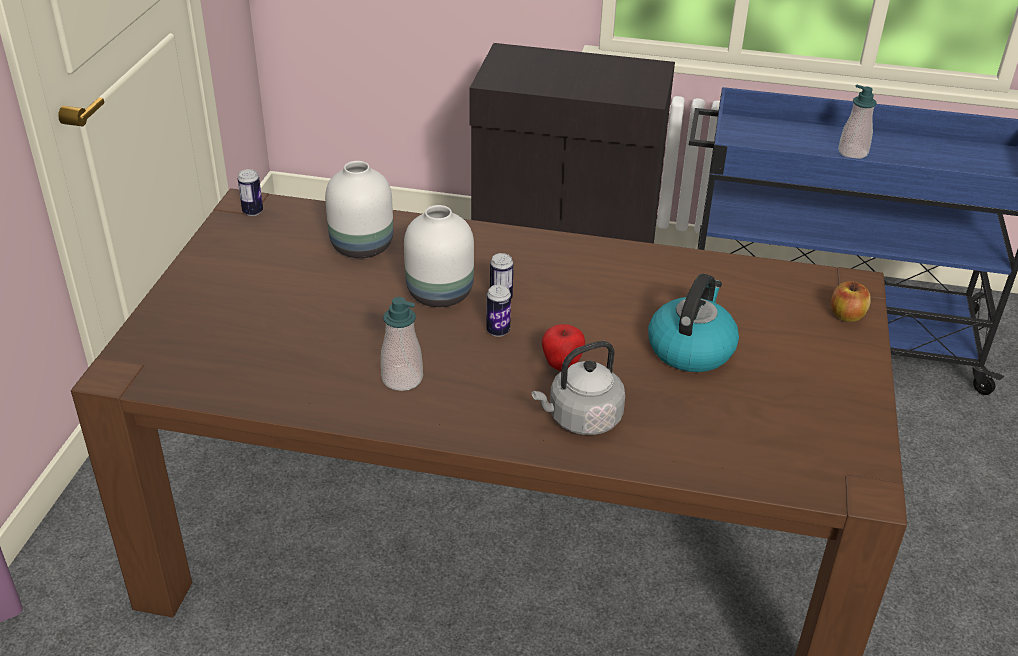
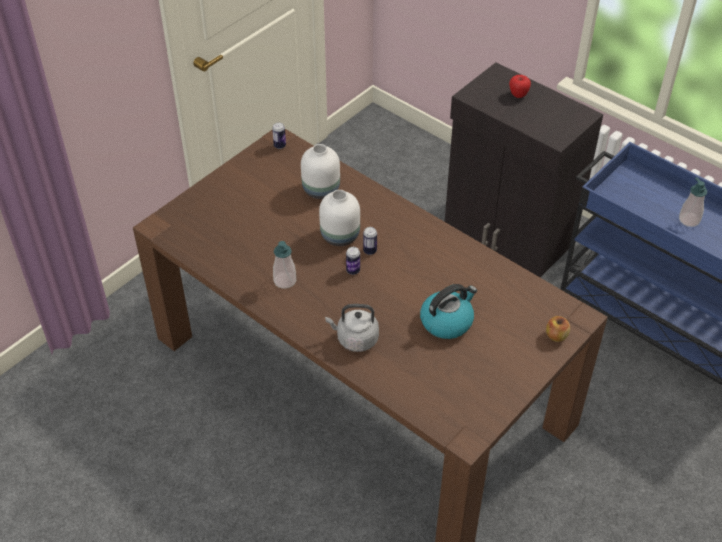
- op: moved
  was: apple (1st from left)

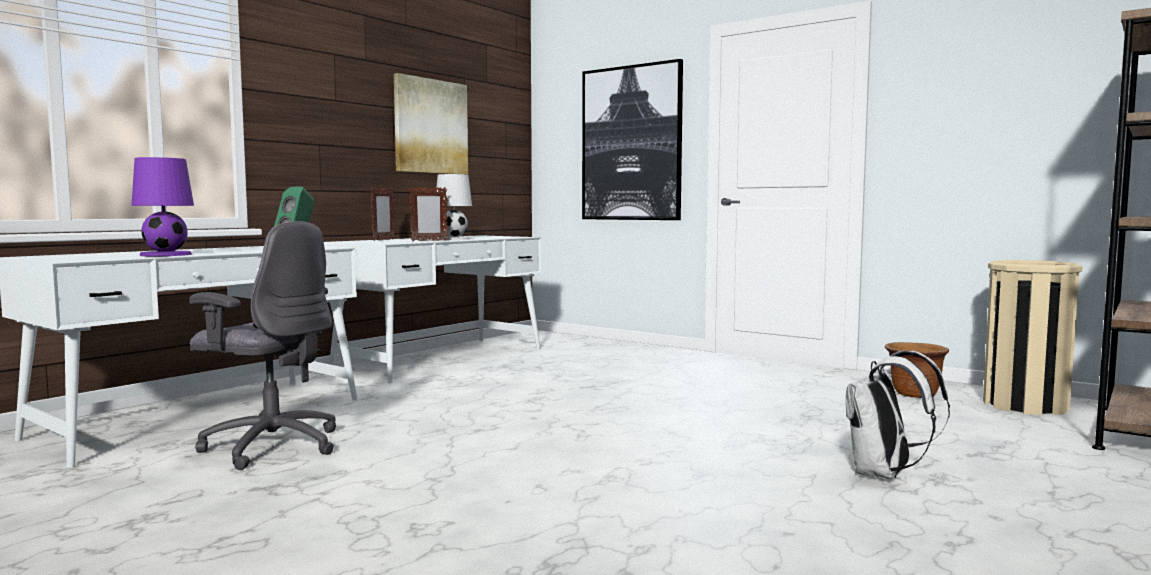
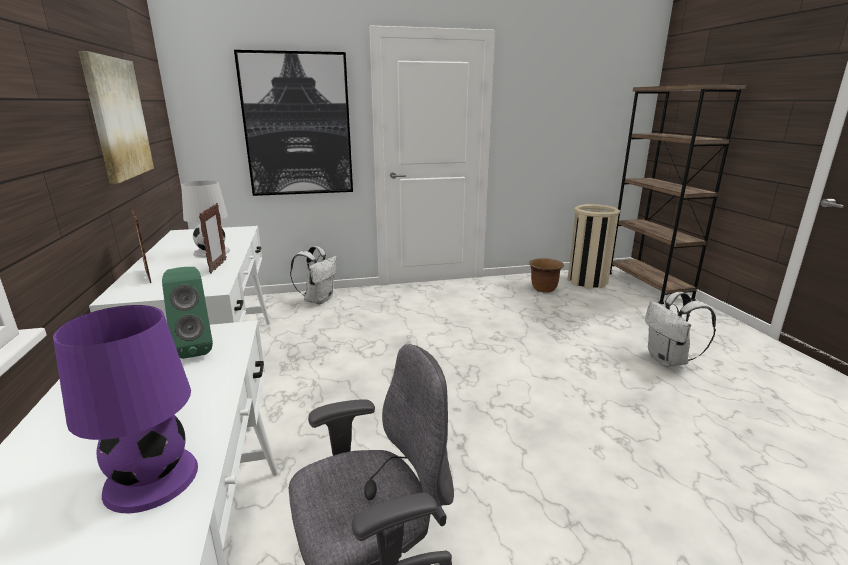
- op: added
  now: white backpack (1st from left)

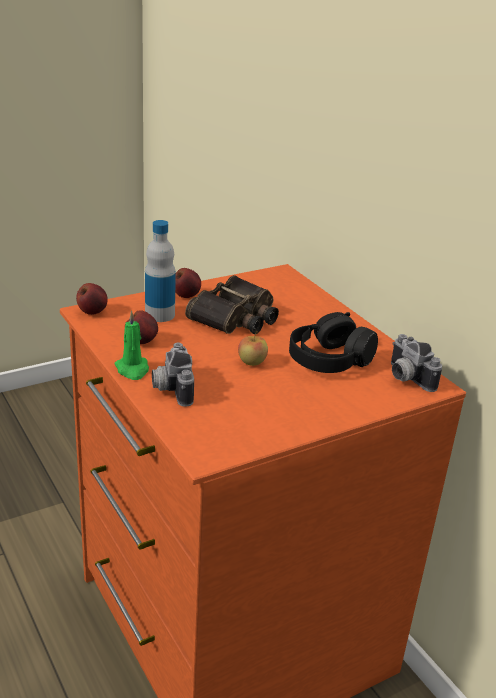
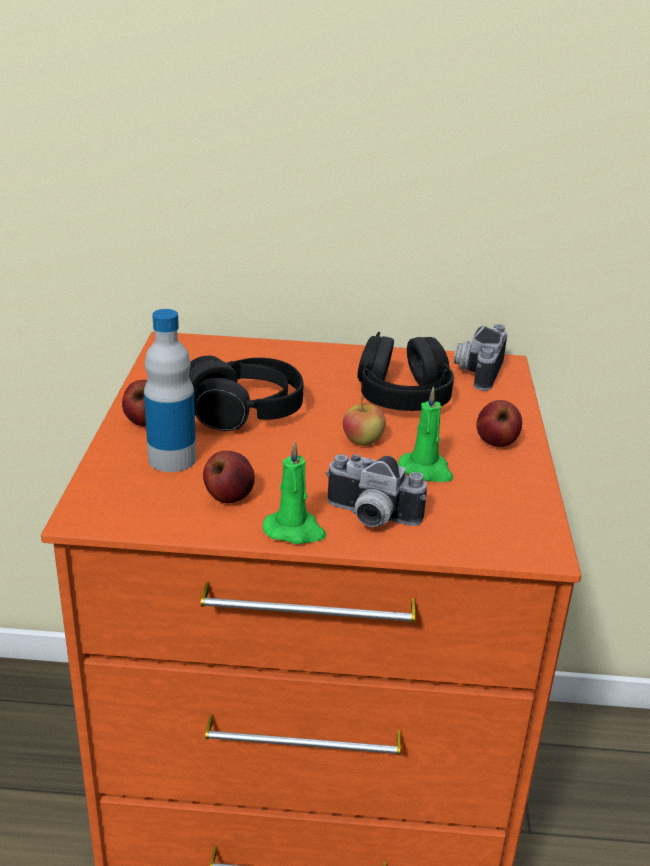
- op: replaced
  was: binoculars
  now: black headphones (1st from left)
- op: moved
  was: apple (1st from left in the first image)
  now: apple (4th from left)
- op: turned
  was: photo camera (2nd from left)
  clockwise: 105
- op: added
  now: green candle (2nd from left)

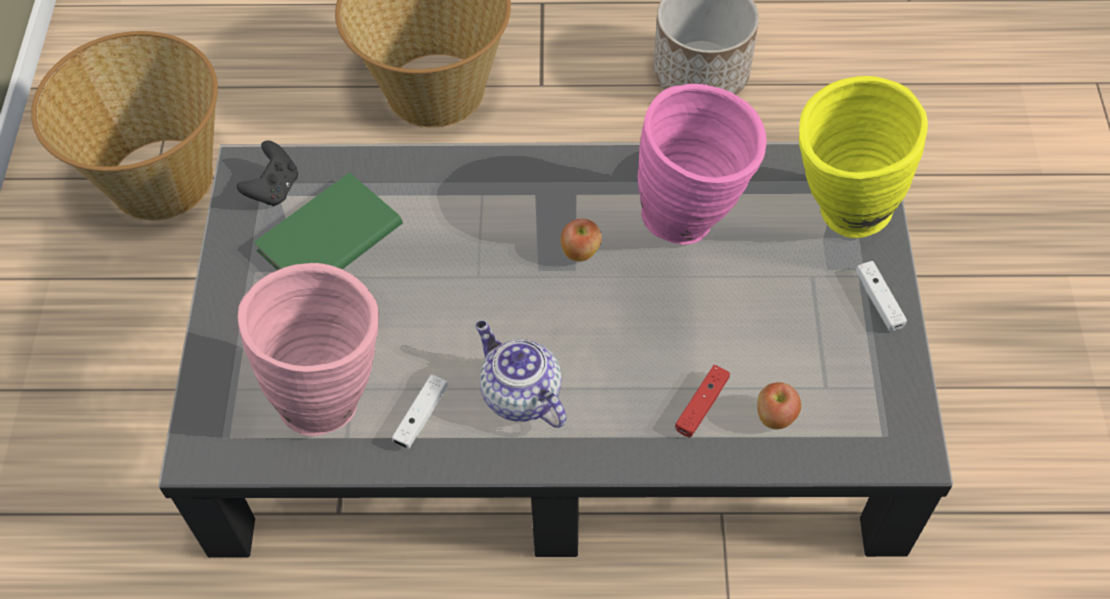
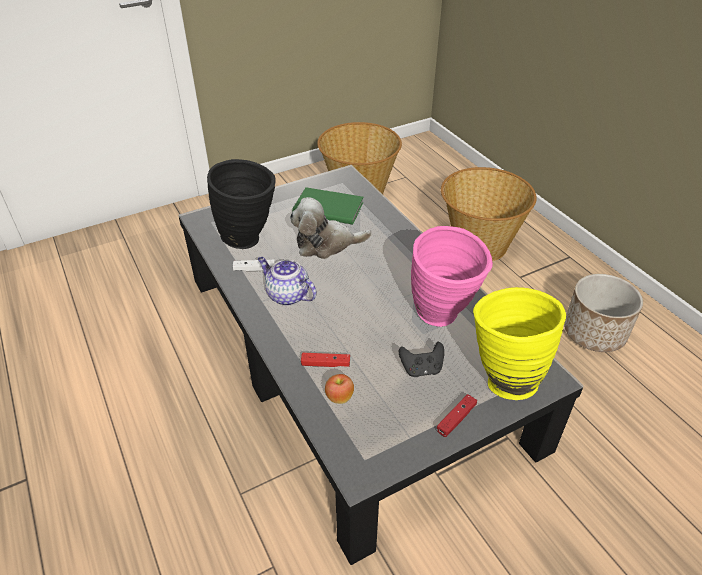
- op: moved
  was: black game controller
- op: removed
  was: apple (1st from left)
- op: recoloured
  was: white game controller (2nd from left)
  now: red game controller (2nd from left)
- op: recoloured
  was: pink vase (1st from left)
  now: black vase
- op: turned
  was: teapot
  clockwise: -75
- op: added
  now: plush toy

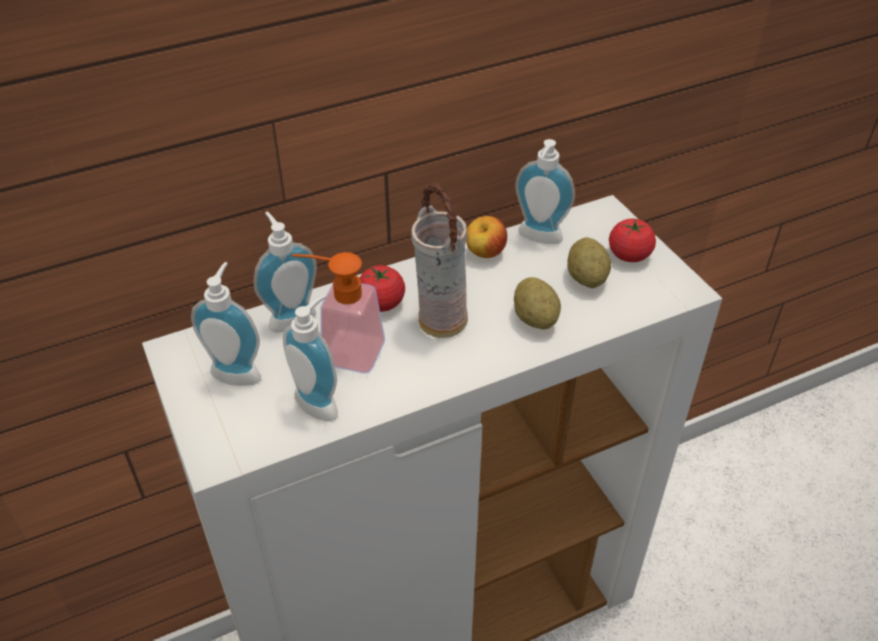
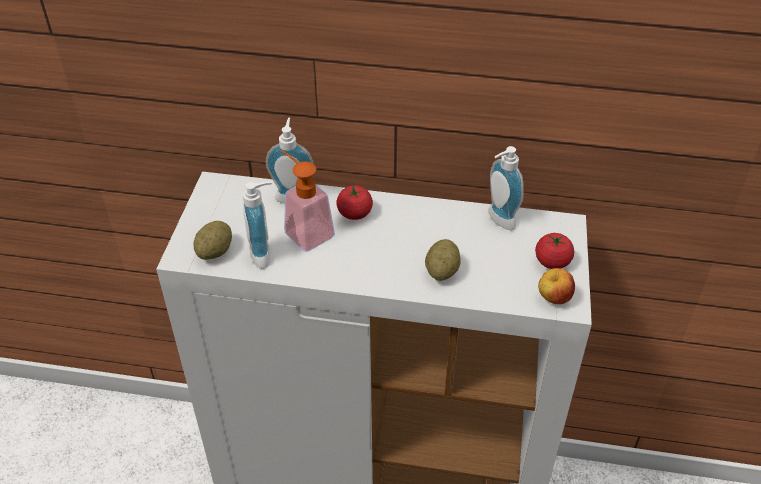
- op: removed
  was: vase
- op: moved
  was: apple
- op: moved
  was: potato (2nd from left in the first image)
  now: potato (1st from left)
- op: removed
  was: soap dispenser (1st from left)

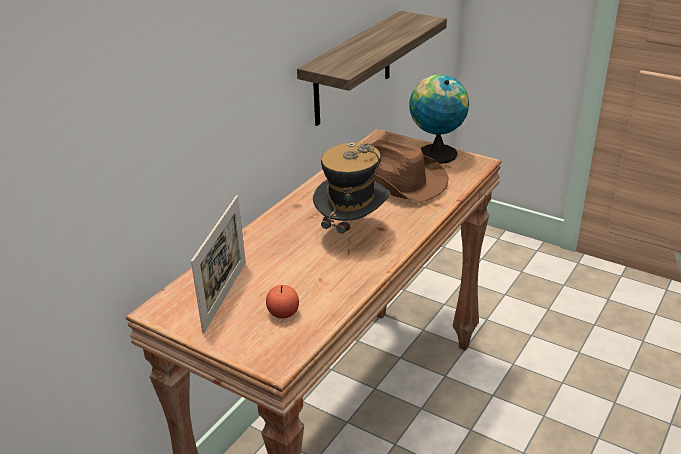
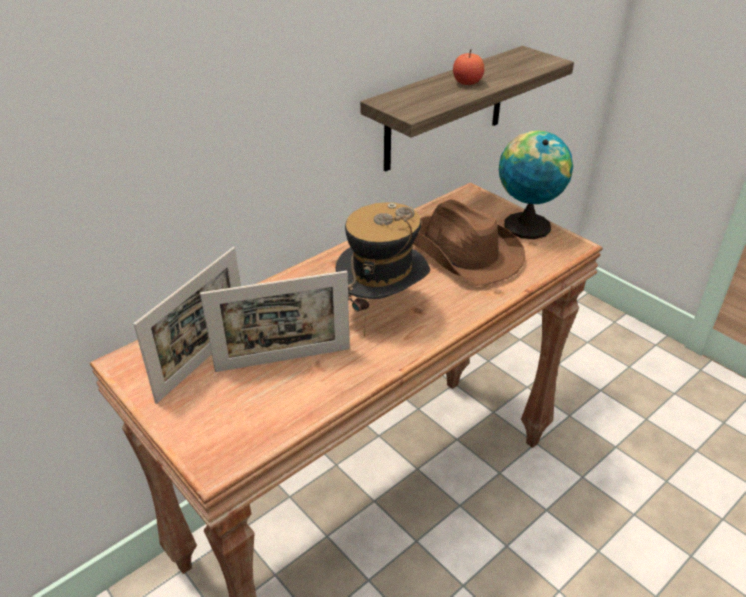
- op: moved
  was: apple
- op: added
  now: picture frame (2nd from left)

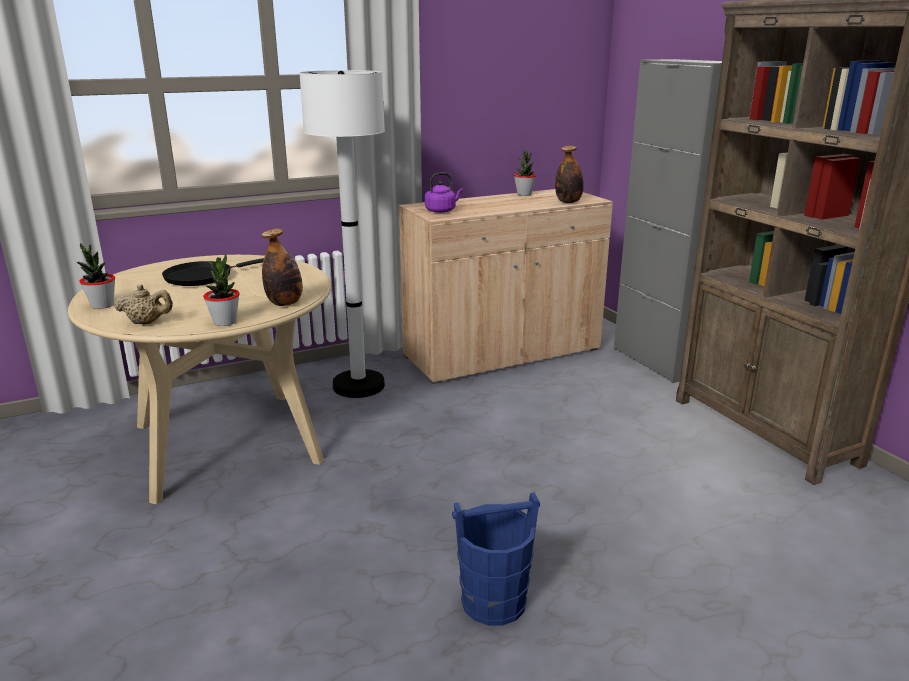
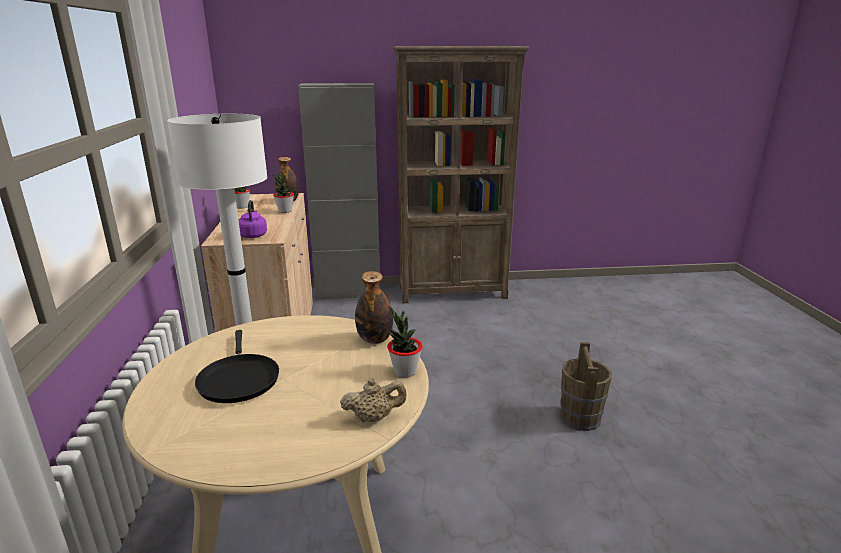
- op: moved
  was: potted plant (1st from left in the first image)
  now: potted plant (2nd from left)
- op: turned
  was: beige teapot
  clockwise: 60
- op: recoloured
  was: blue bucket
  now: brown bucket

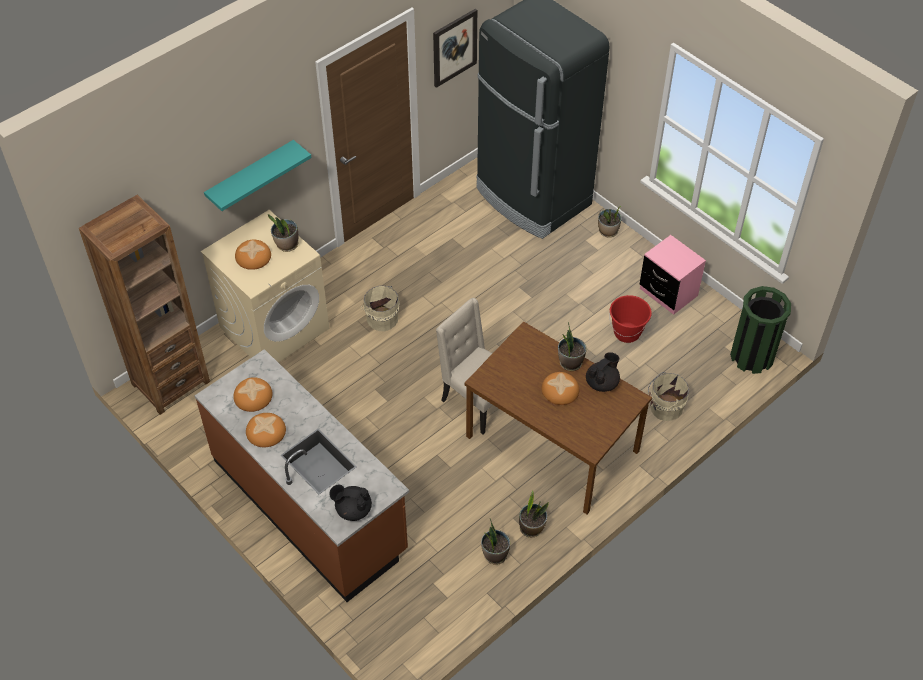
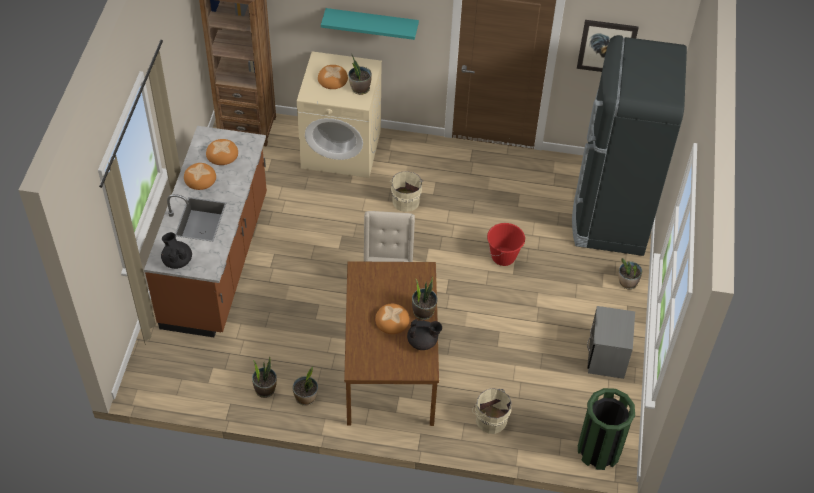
- op: recoloured
  was: pink nightstand
  now: grey nightstand
- op: moved
  was: red bucket

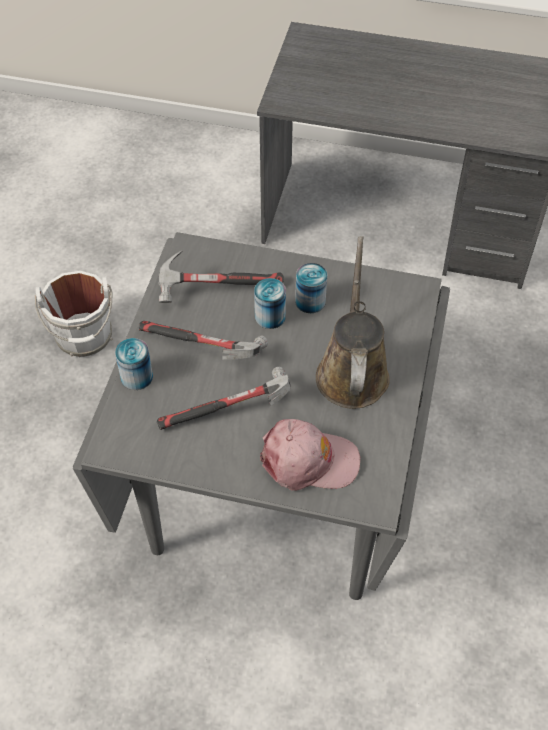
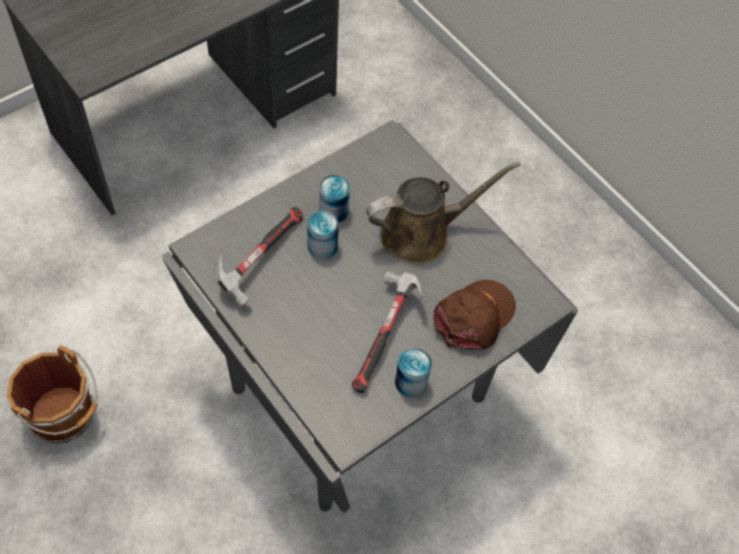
- op: turned
  was: brown watering can
  clockwise: 120
- op: recoloured
  was: white bucket
  now: brown bucket
- op: removed
  was: hammer (1st from left)
- op: moved
  was: can (1st from left in the first image)
  now: can (3rd from left)
- op: recoloured
  was: pink cap
  now: brown cap

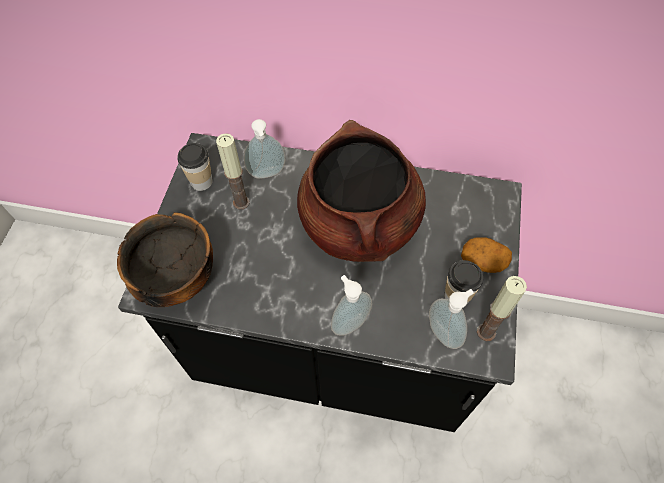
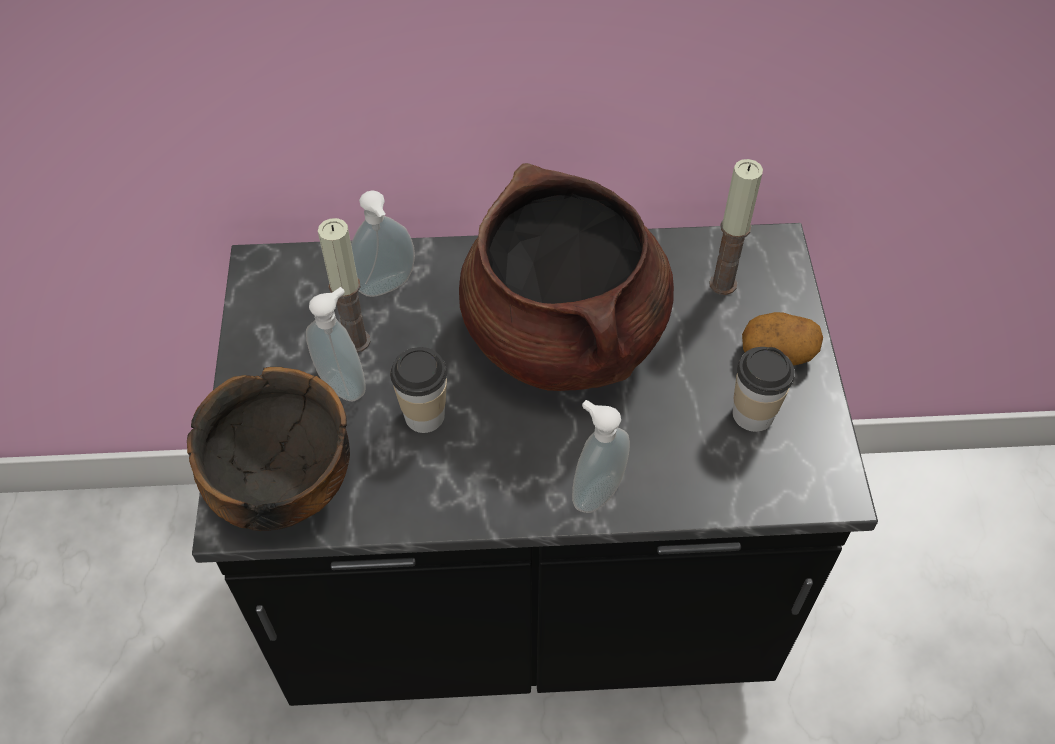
- op: moved
  was: cup (1st from left)
- op: moved
  was: candle (2nd from left)
- op: moved
  was: soap dispenser (3rd from left in the first image)
  now: soap dispenser (1st from left)

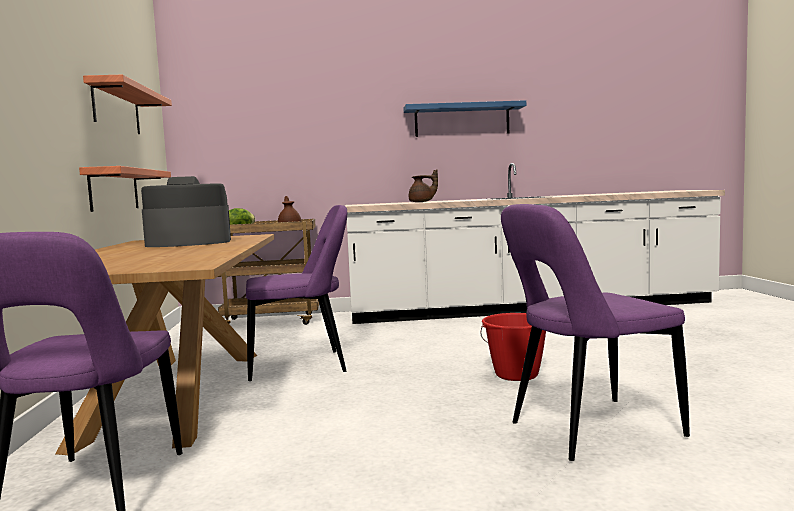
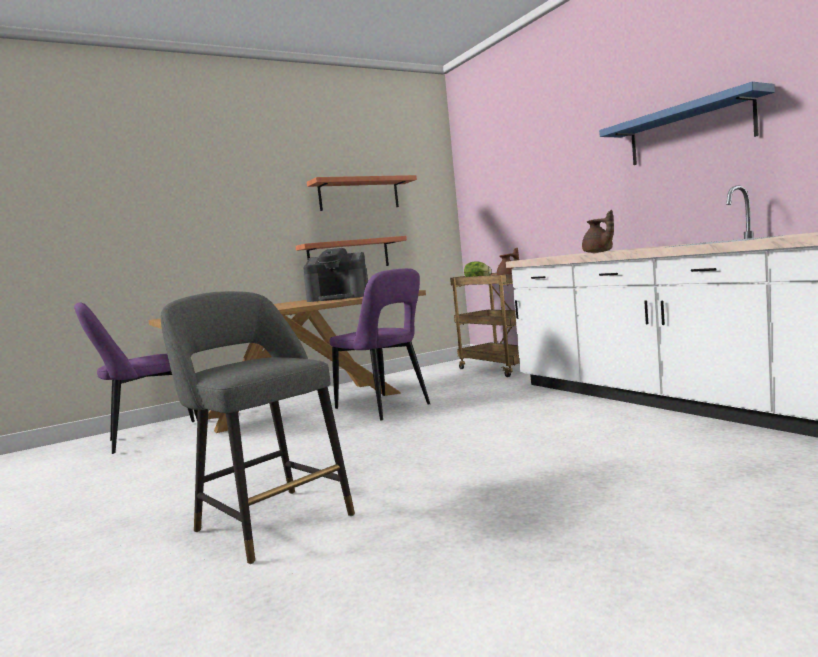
- op: turned
  was: coffee machine
  clockwise: 135
- op: replaced
  was: purple chair (3rd from left)
  now: grey stool
- op: removed
  was: red bucket

